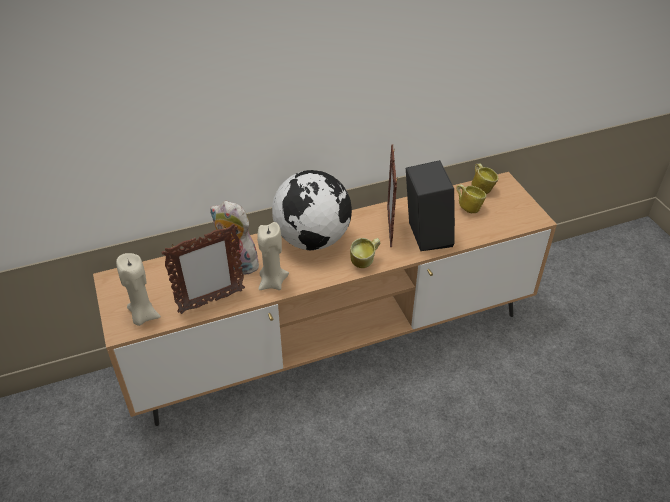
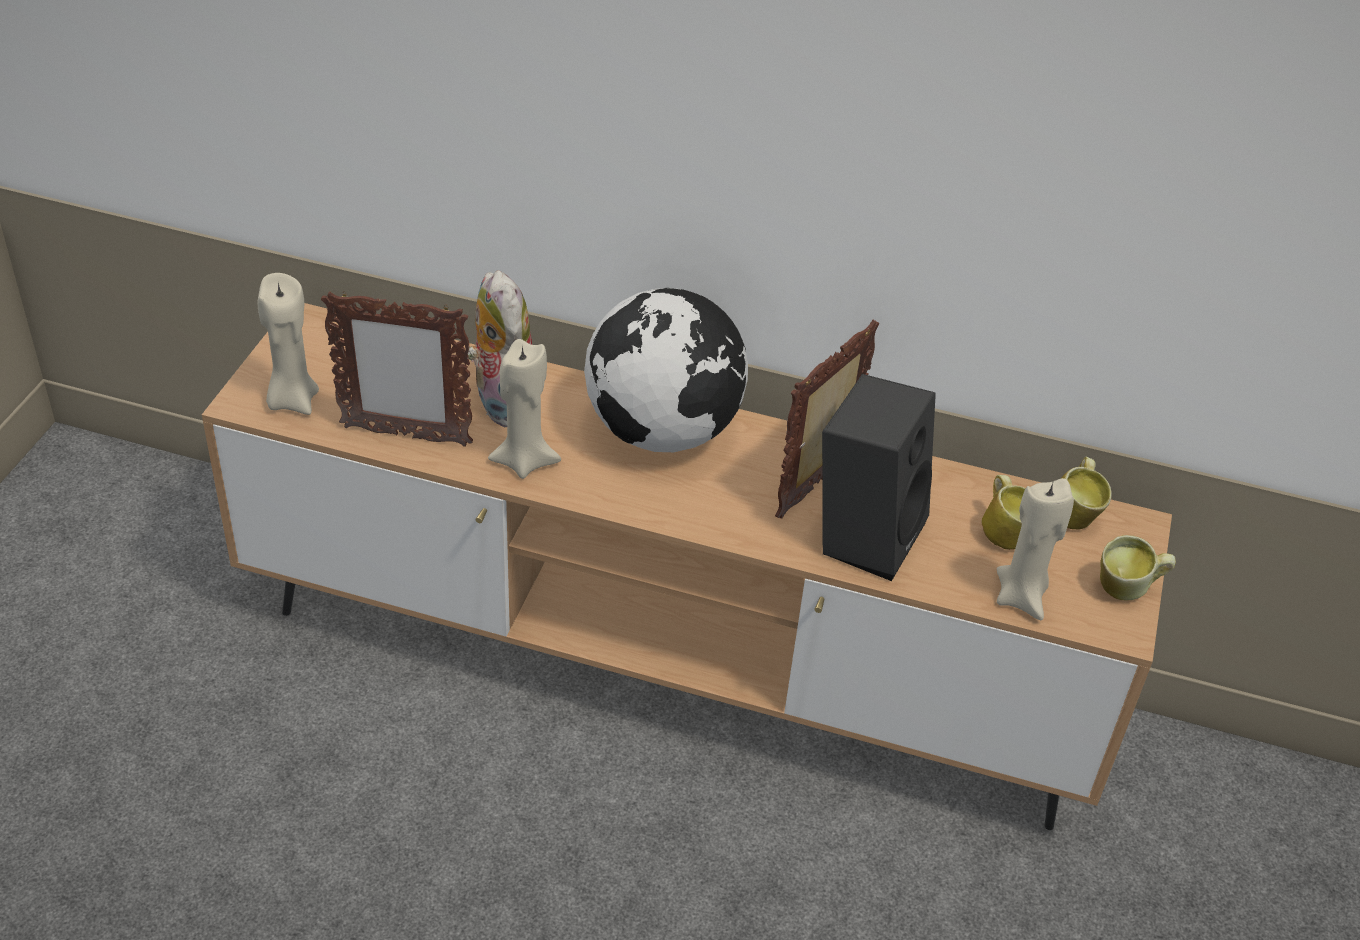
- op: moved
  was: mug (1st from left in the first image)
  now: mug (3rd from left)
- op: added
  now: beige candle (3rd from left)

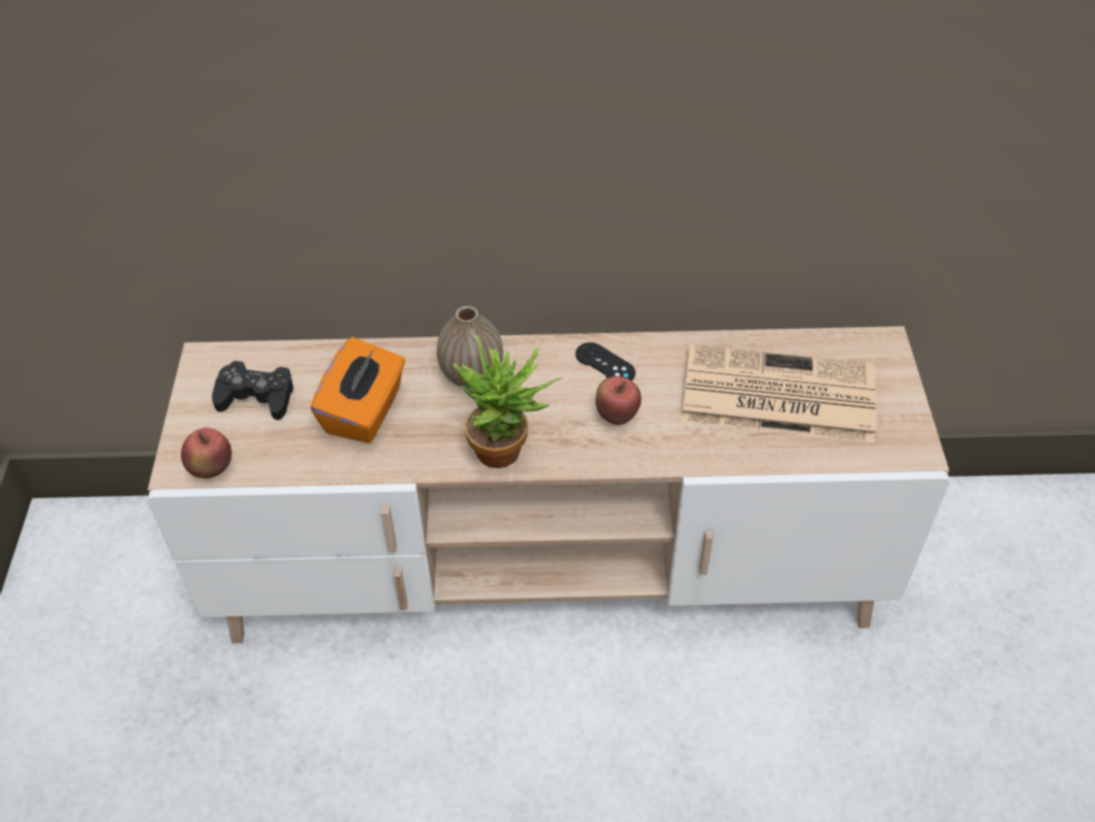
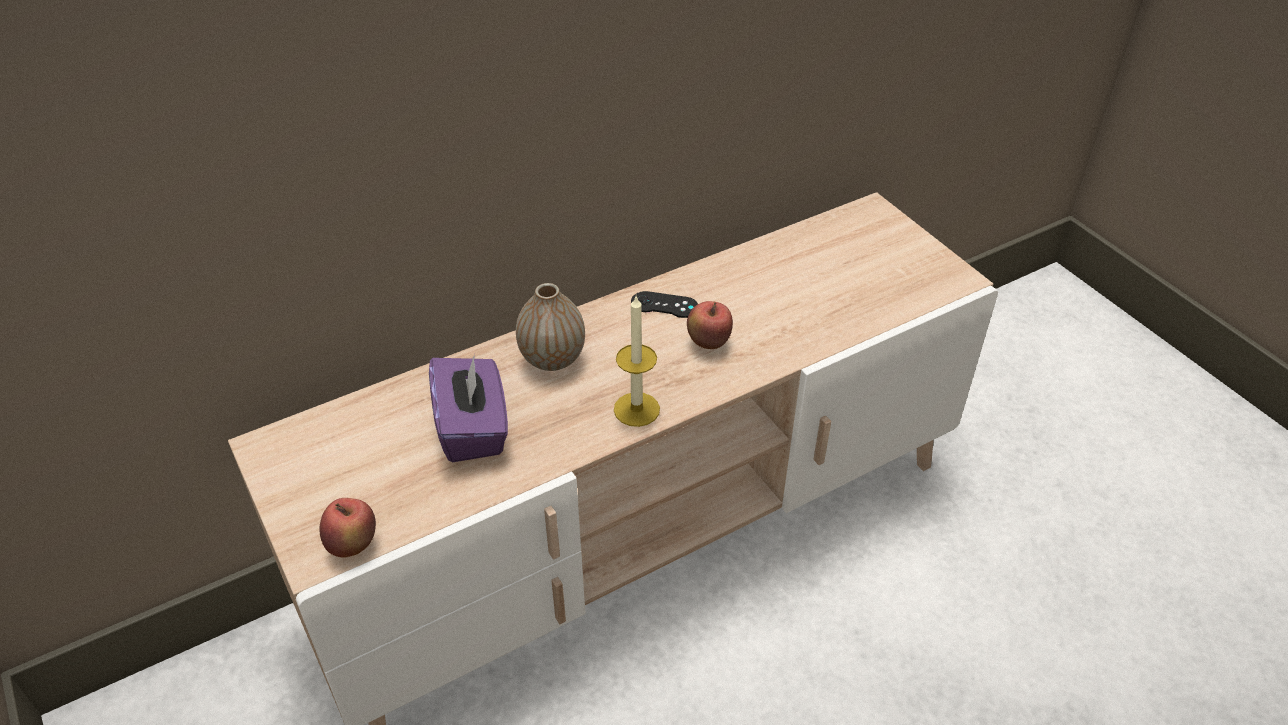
- op: replaced
  was: potted plant
  now: candle
- op: recoloured
  was: orange tissue box
  now: purple tissue box
- op: removed
  was: newspaper
- op: removed
  was: black game controller (1st from left)

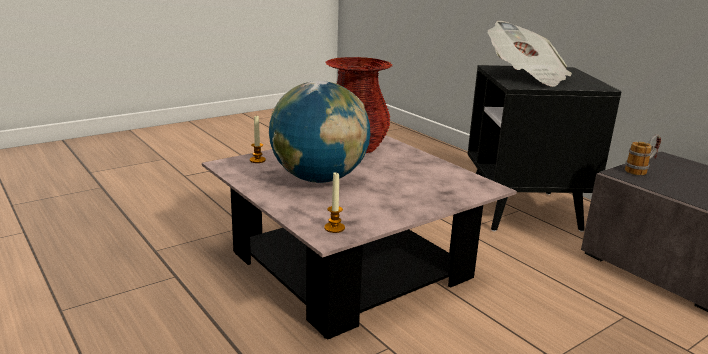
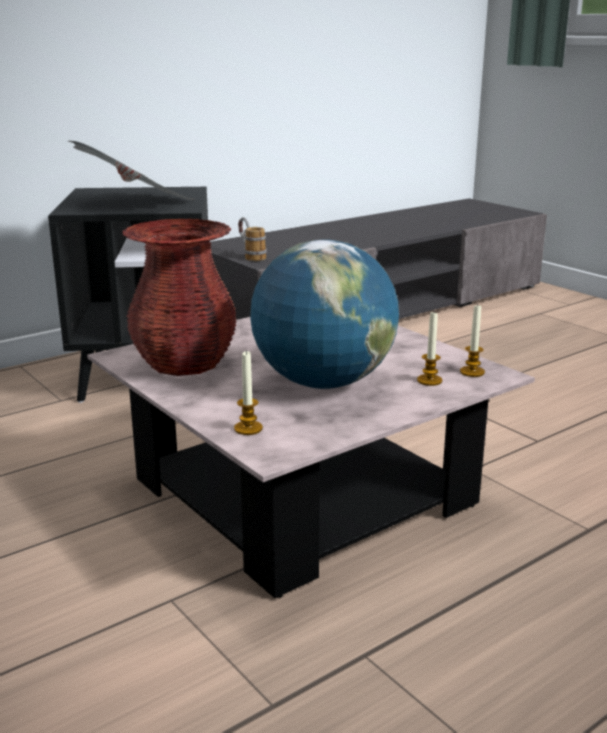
- op: added
  now: candle (2nd from left)

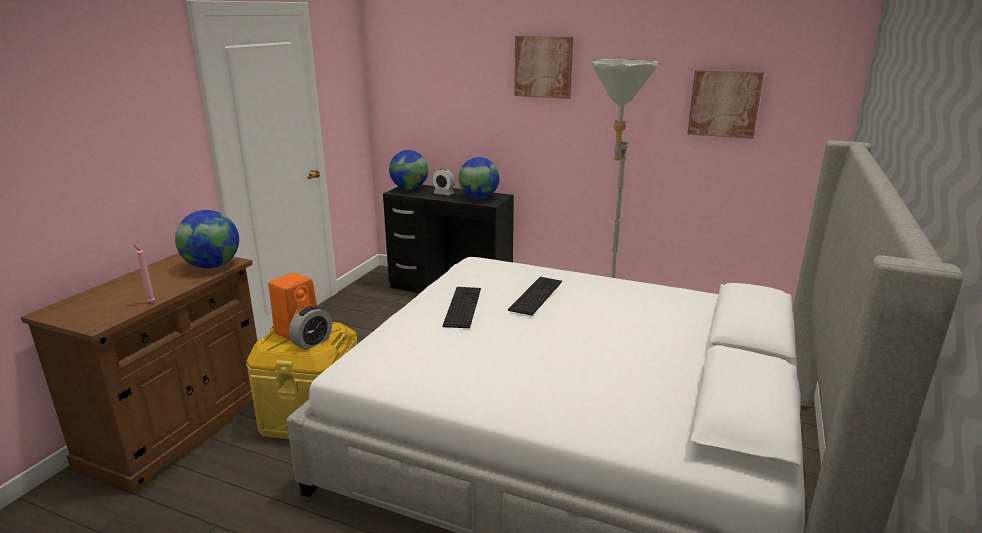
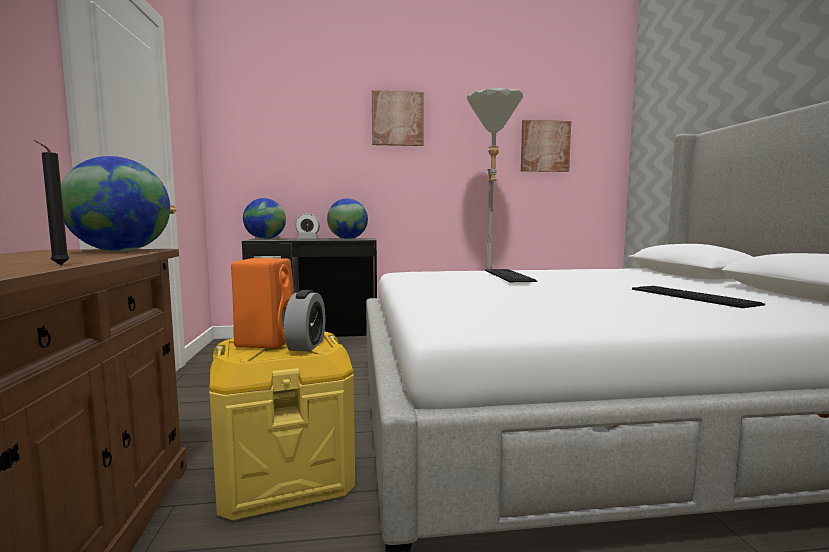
- op: recoloured
  was: pink candle
  now: black candle
- op: moved
  was: keyboard (1st from left in the first image)
  now: keyboard (2nd from left)

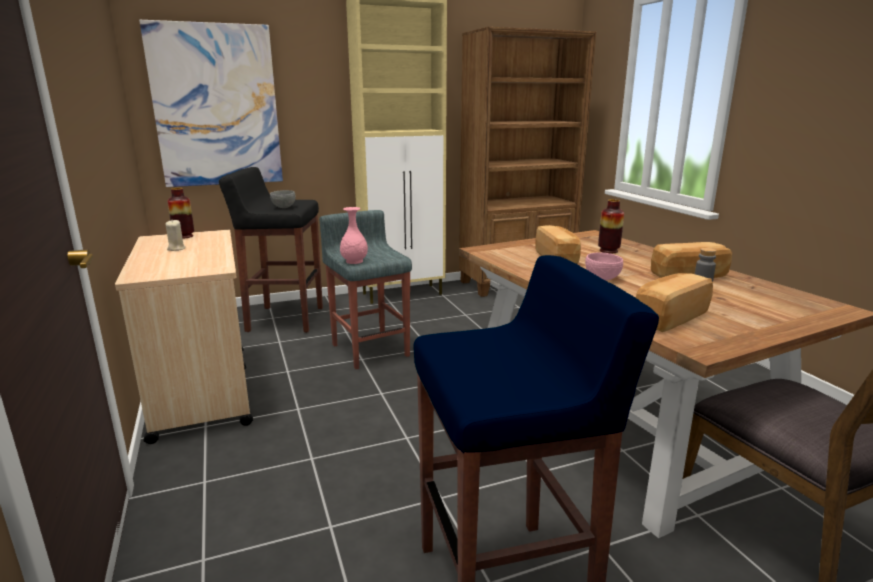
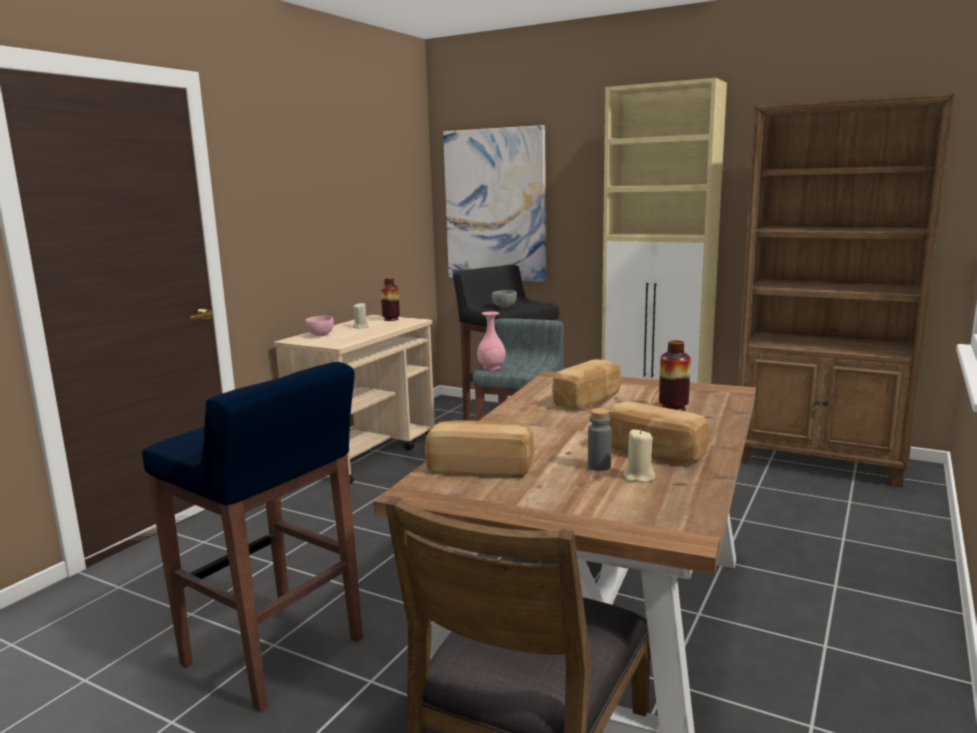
- op: moved
  was: pink bowl
- op: added
  now: beige candle (2nd from left)

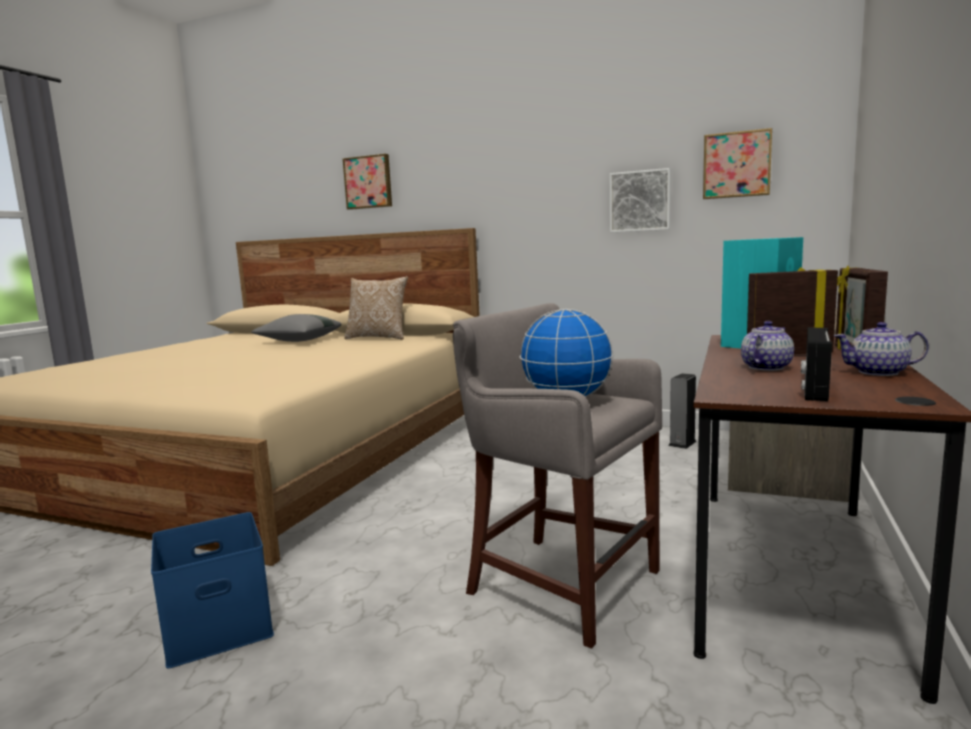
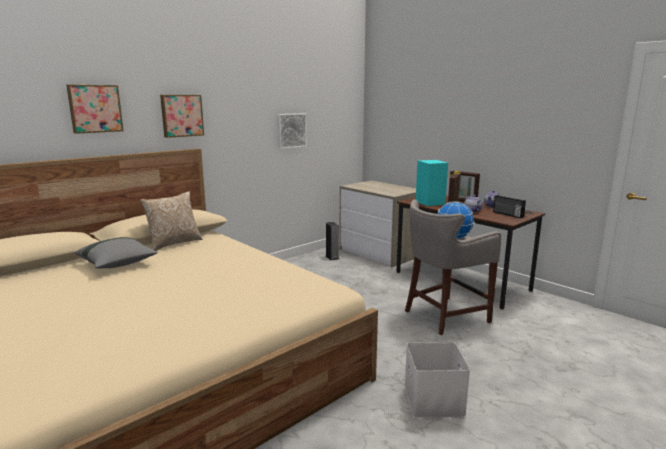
- op: moved
  was: picture (3rd from left in the first image)
  now: picture (2nd from left)
- op: recoloured
  was: blue storage box
  now: white storage box

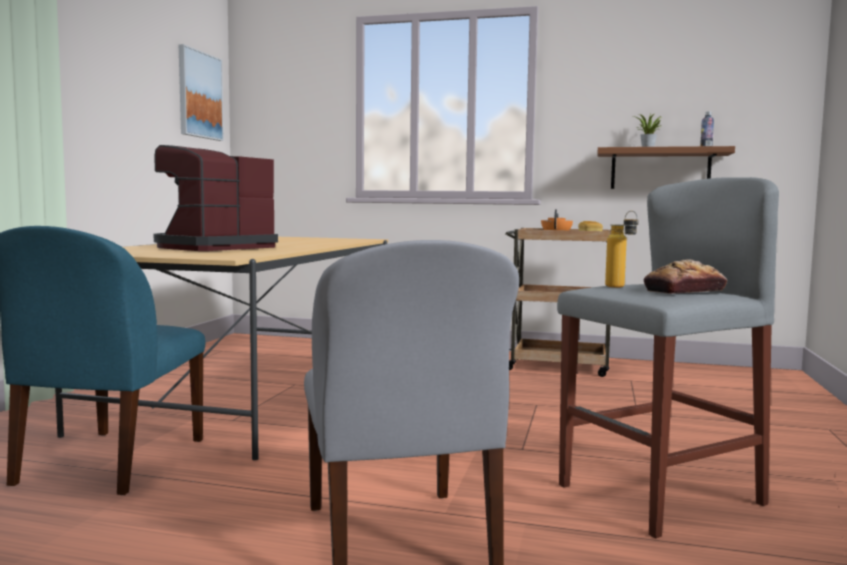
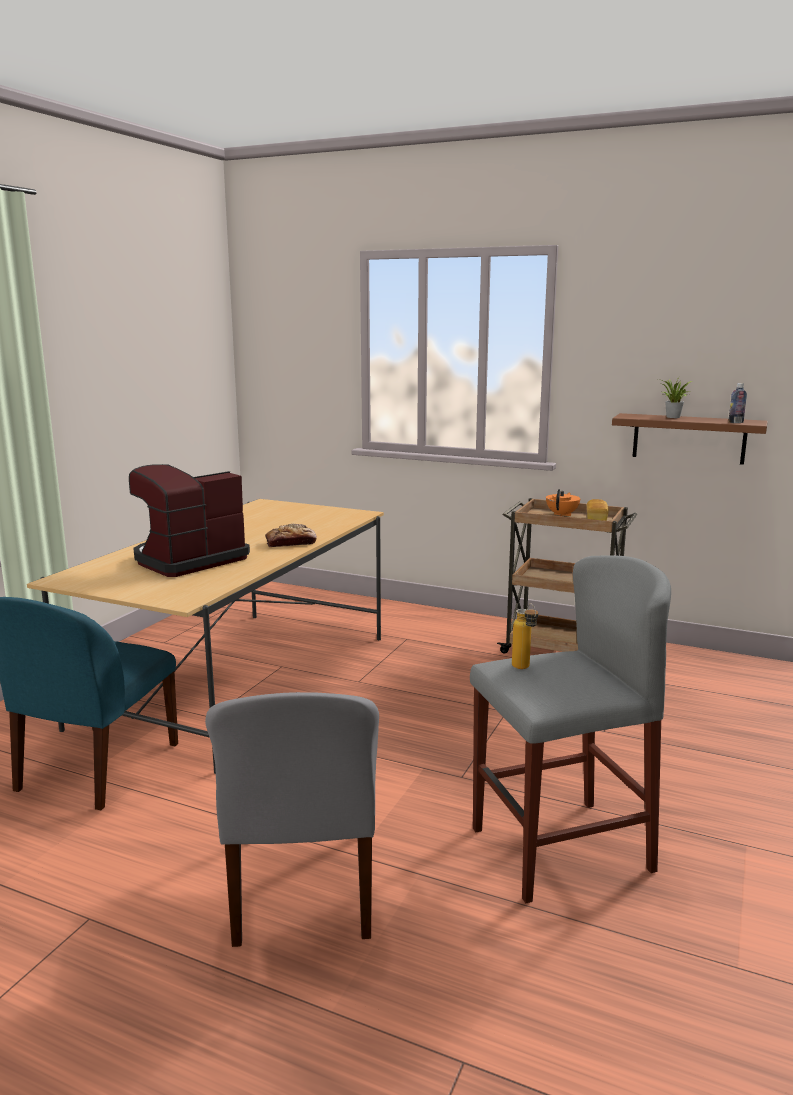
- op: removed
  was: picture
- op: moved
  was: bread (2nd from left in the first image)
  now: bread (1st from left)

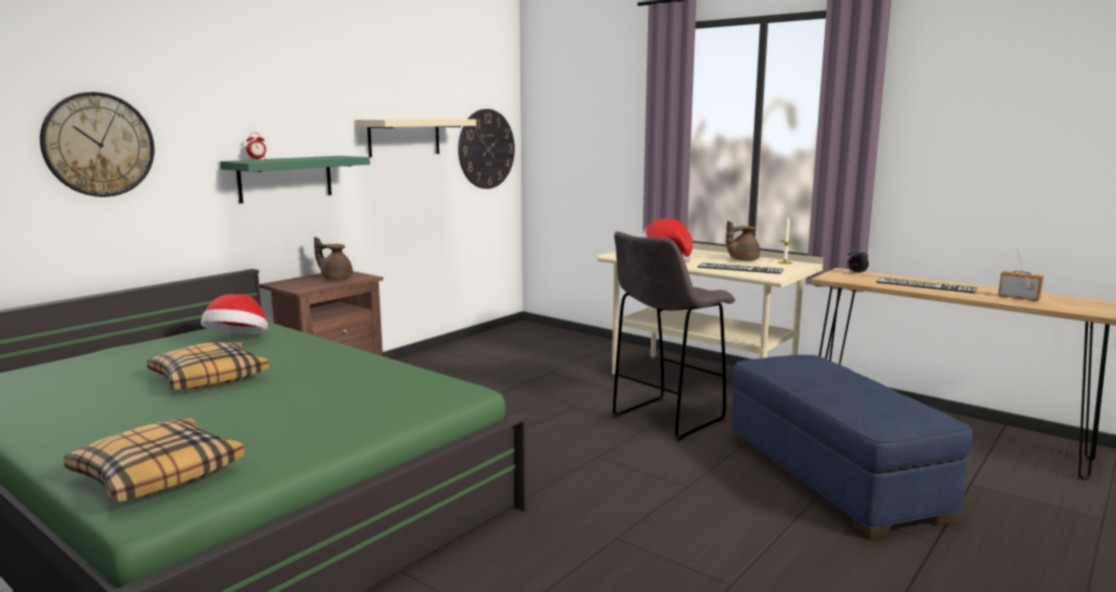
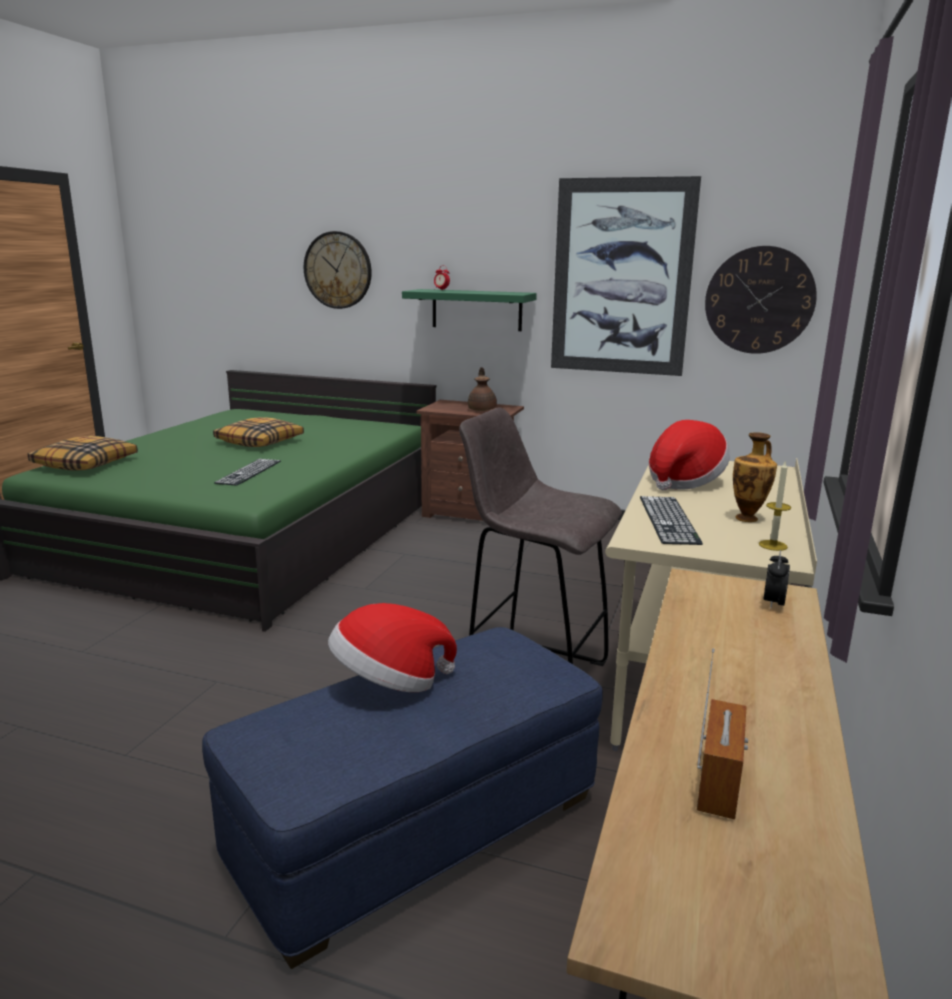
- op: replaced
  was: beige shelf
  now: picture
- op: replaced
  was: brown teapot (2nd from left)
  now: vase
- op: moved
  was: keyboard (2nd from left in the first image)
  now: keyboard (1st from left)
- op: moved
  was: hat (1st from left)

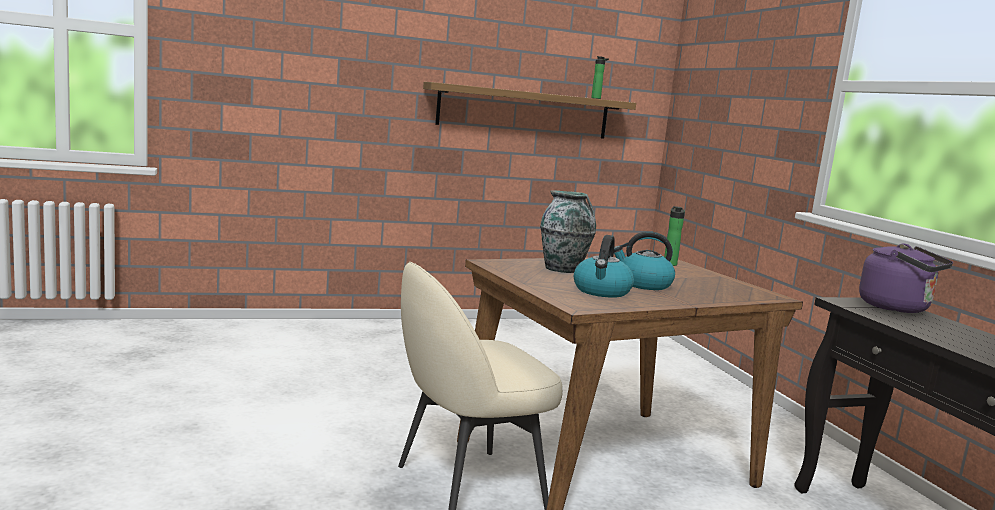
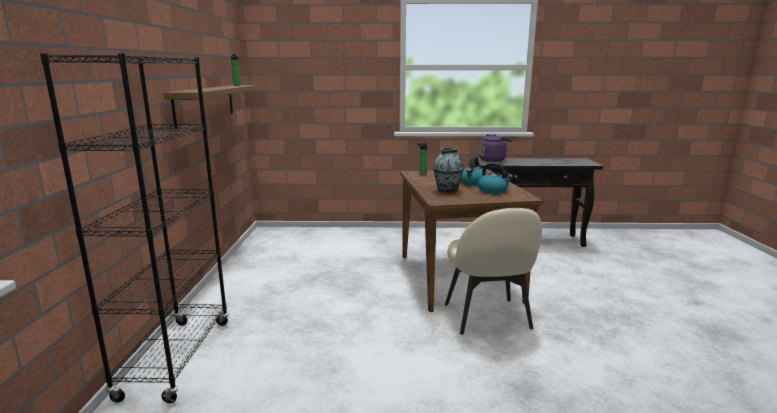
- op: added
  now: black bookcase

